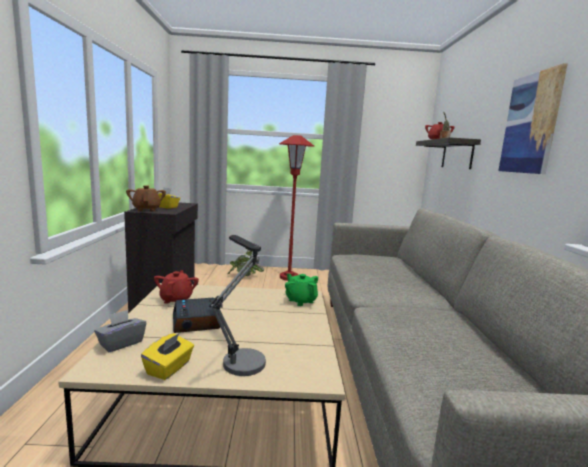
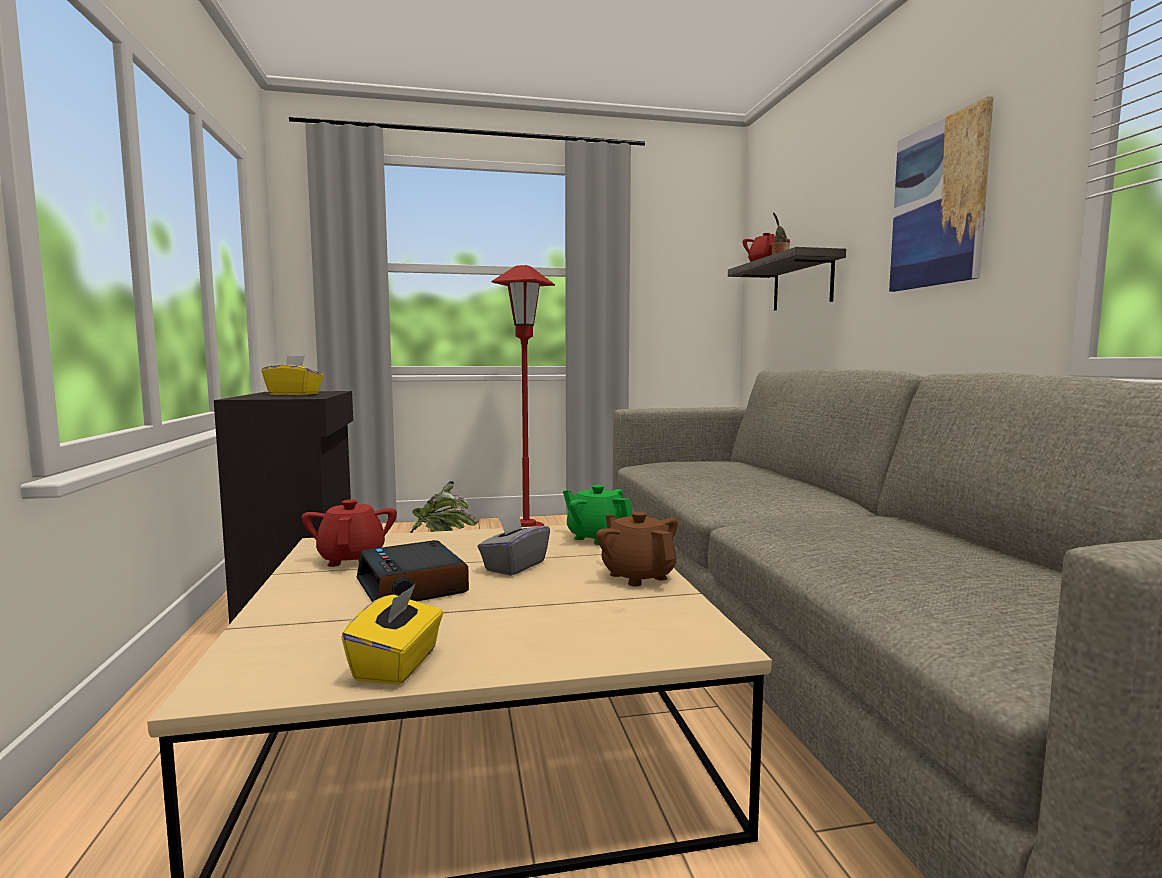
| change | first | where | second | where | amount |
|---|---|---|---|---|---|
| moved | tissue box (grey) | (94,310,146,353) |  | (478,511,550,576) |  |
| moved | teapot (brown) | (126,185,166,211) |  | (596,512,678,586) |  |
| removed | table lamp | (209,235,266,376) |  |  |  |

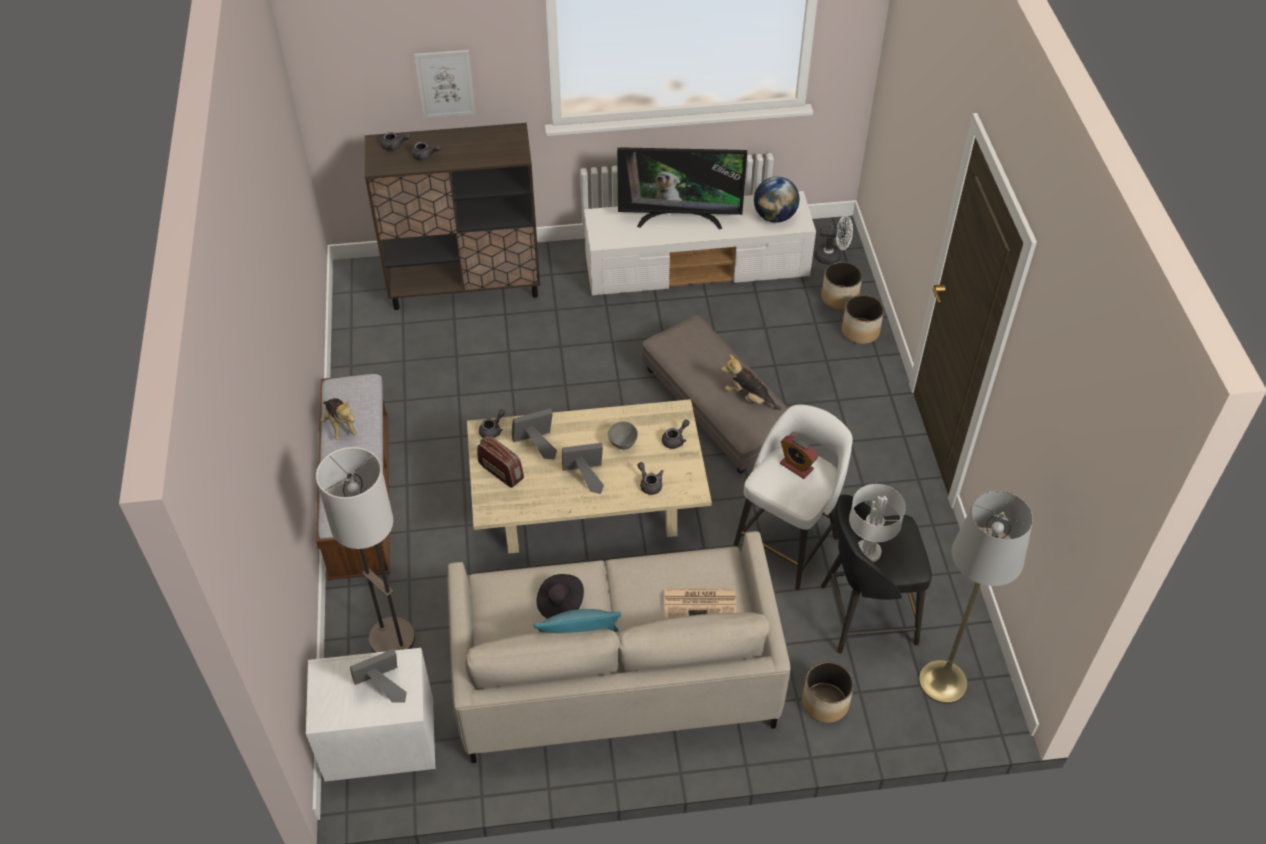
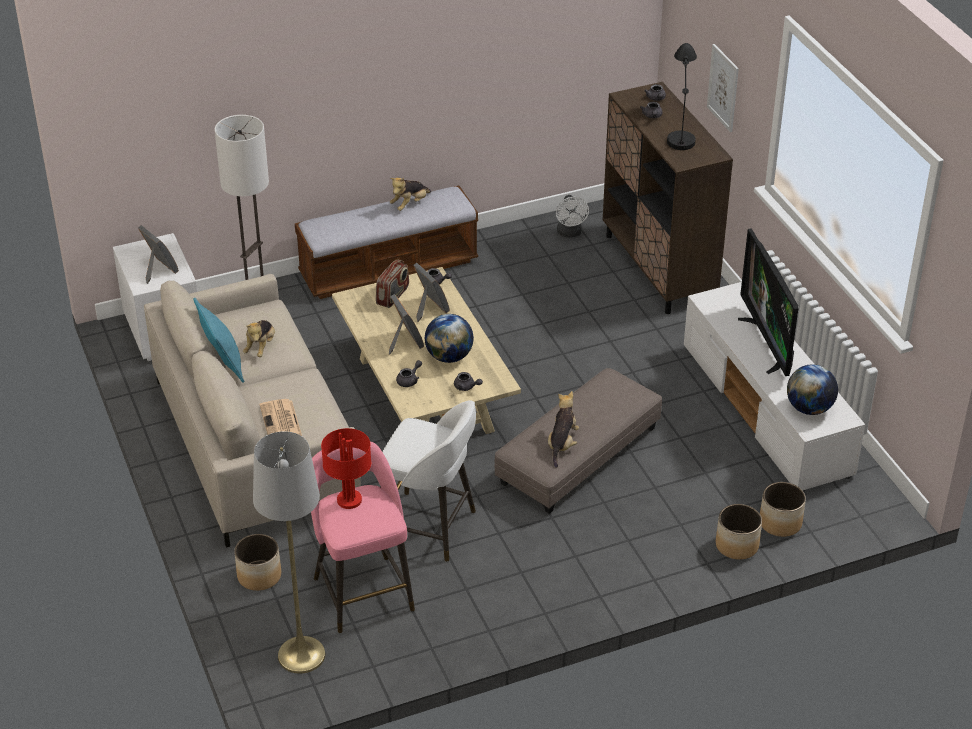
| change | first | where | second | where | amount |
|---|---|---|---|---|---|
| replaced | hat (black) | (536,574,584,619) | plush toy | (243,320,275,357) |  |
| replaced | bowl (grey) | (608,422,638,449) | globe | (424,314,474,363) |  |
| removed | alarm clock | (780,436,818,479) |  |  |  |
| moved | fan (white) | (815,215,853,265) |  | (556,195,589,238) |  |
| recoloured | stool (black) | (821,495,932,654) | stool (pink) | (311,441,415,633) |  |
| recoloured | table lamp (white) | (849,484,906,562) | table lamp (red) | (321,428,371,509) |  |
| added |  |  | table lamp (black) | (667,43,697,150) |  |

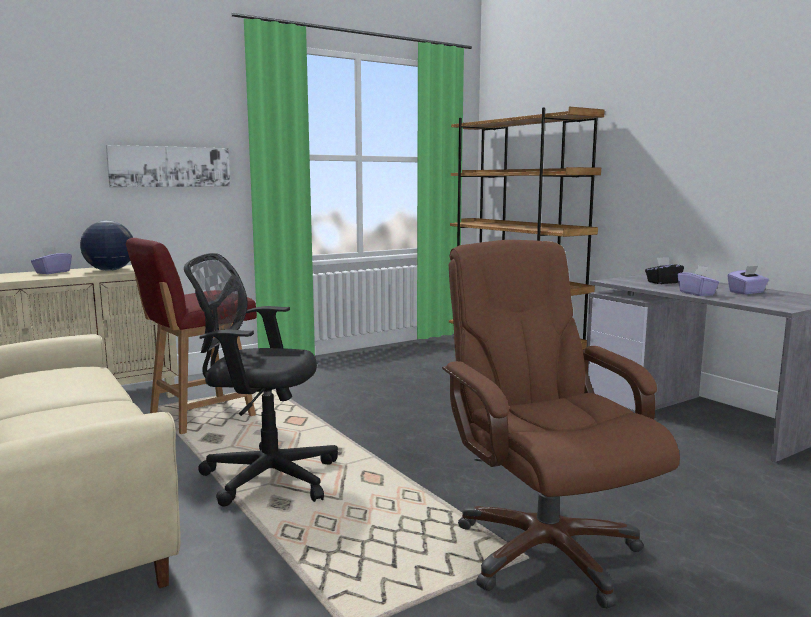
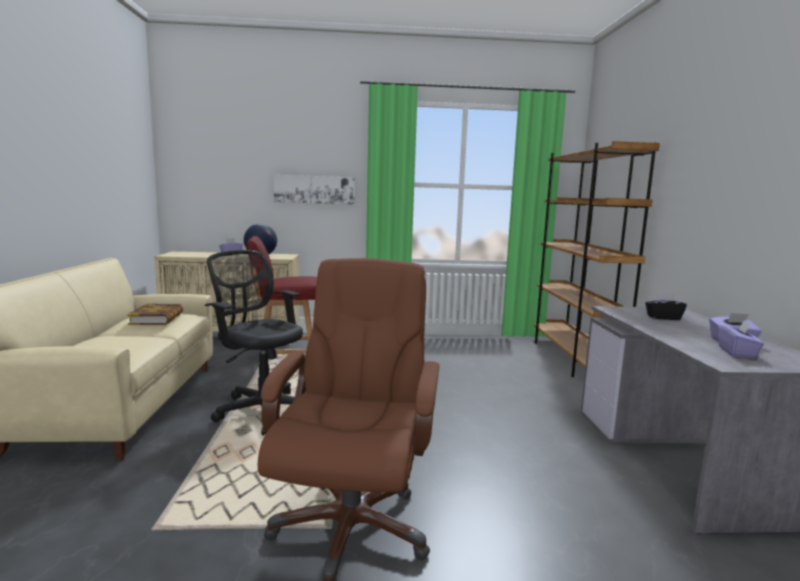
| change | first | where | second | where | amount |
|---|---|---|---|---|---|
| moved | tissue box (purple) | (678,266,719,296) |  | (718,320,764,358) |  |
| added |  |  | book | (127,304,183,325) |  |

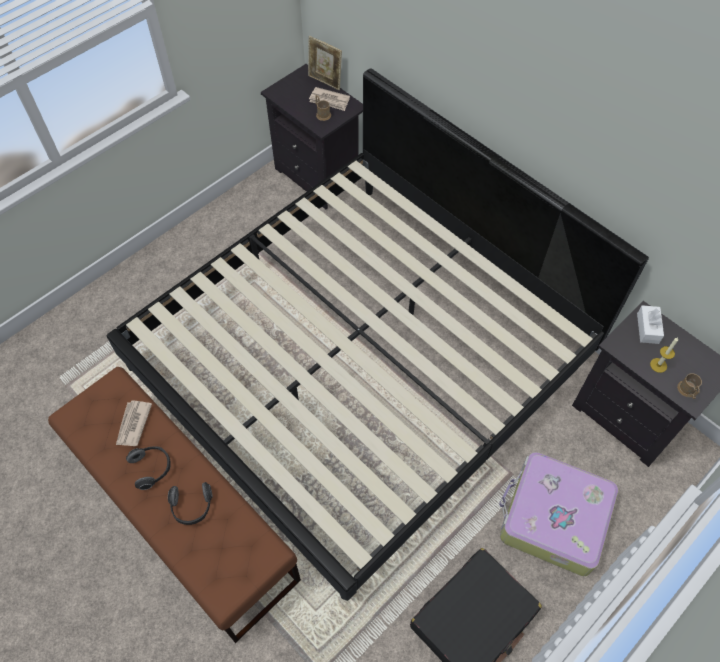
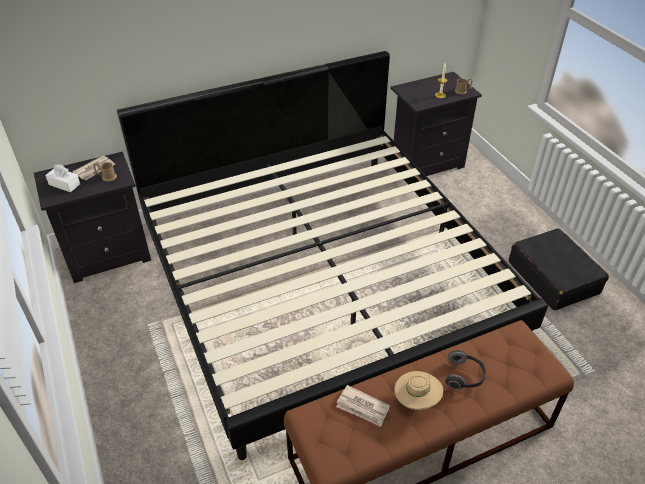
| change | first | where | second | where | amount |
|---|---|---|---|---|---|
| replaced | headphones | (126,446,171,490) | hat (beige) | (394,371,443,410) |  |
| removed | picture frame | (308,36,342,90) |  |  |  |
| removed | suitcase | (499,452,618,576) |  |  |  |
| moved | tissue box (white) | (637,305,664,344) |  | (45,164,80,192) |  |

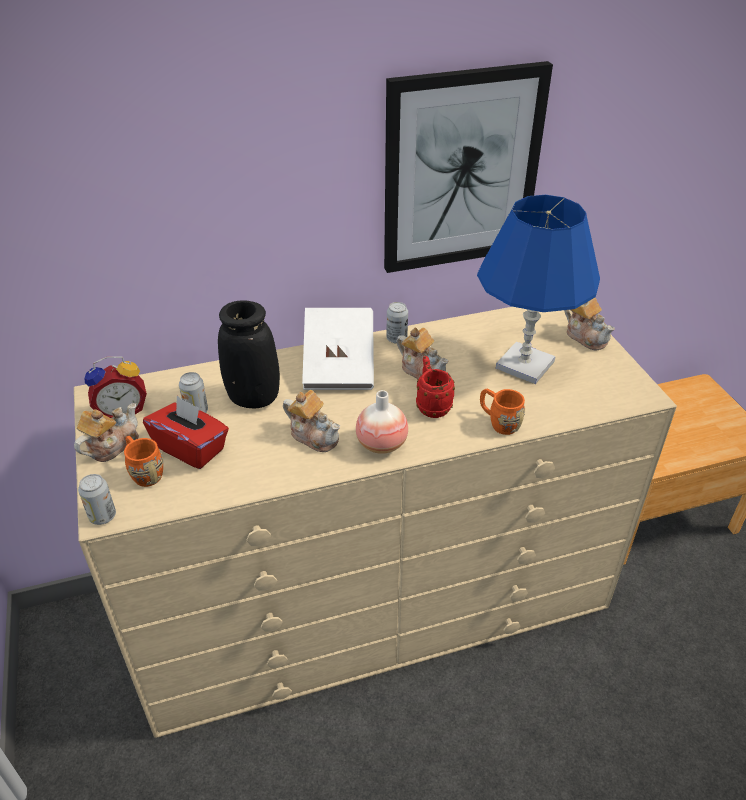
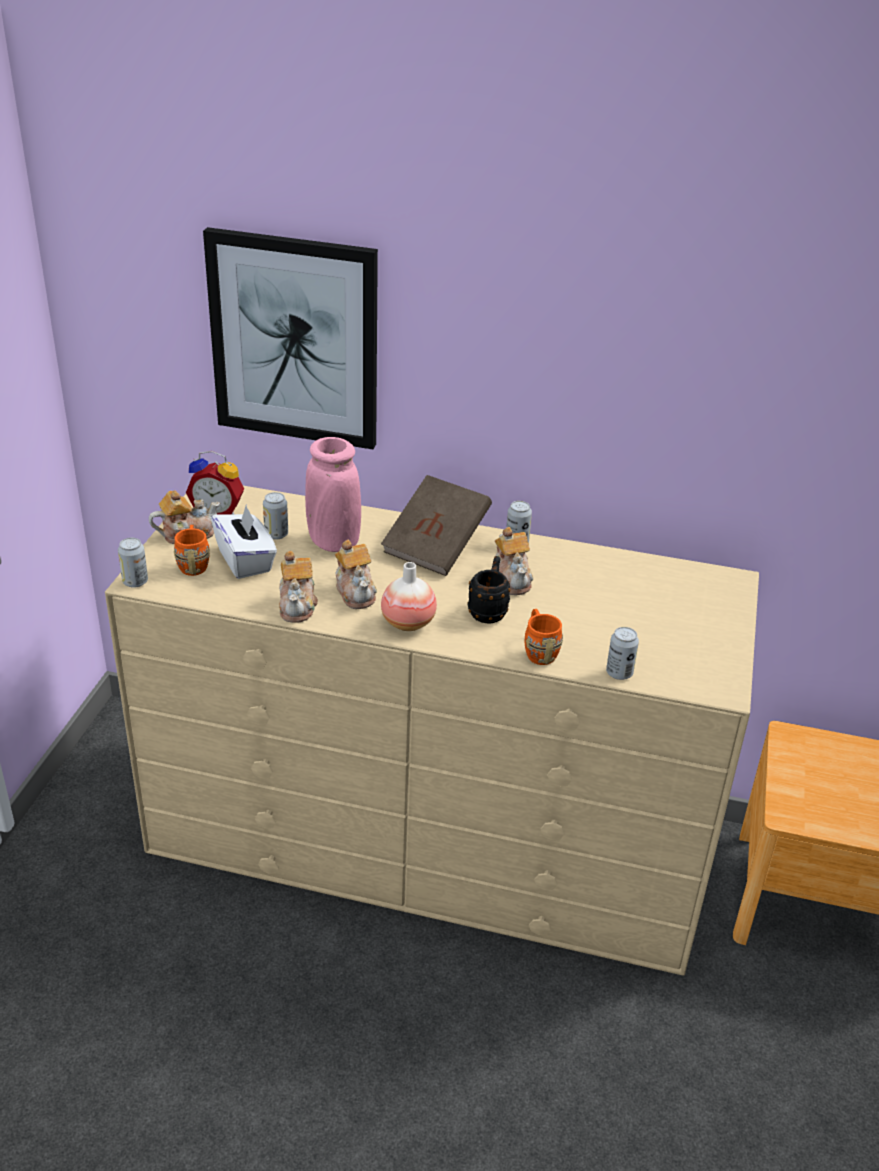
| change | first | where | second | where | amount |
|---|---|---|---|---|---|
| recoloured | tissue box (red) | (143,396,229,469) | tissue box (white) | (211,505,277,579) |  |
| recoloured | vase (black) | (218,300,280,409) | vase (pink) | (305,437,361,552) |  |
| recoloured | book (white) | (302,308,374,390) | book (brown) | (381,475,492,576) |  |
| moved | picture | (384,61,553,273) |  | (203,227,378,449) |  |
| recoloured | mug (red) | (416,356,455,418) | mug (black) | (467,556,510,624) |  |
| removed | table lamp (blue) | (477,195,600,384) |  |  |  |
| moved | teapot | (564,298,615,350) |  | (279,551,318,623) |  |
| added |  |  | can | (606,627,639,680) |  |

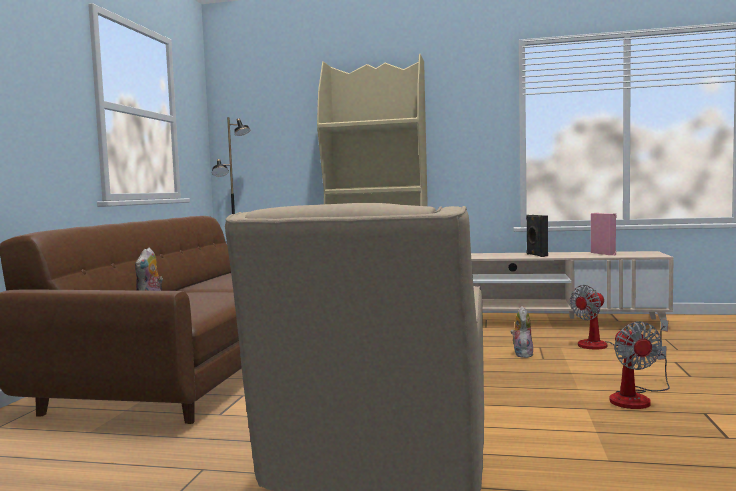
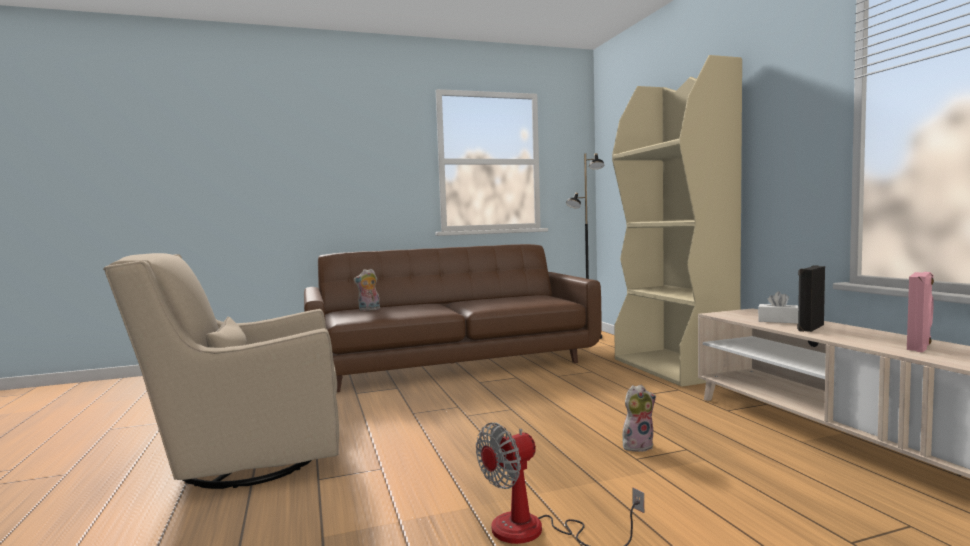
| change | first | where | second | where | amount |
|---|---|---|---|---|---|
| removed | fan | (570,285,668,350) |  |  |  |
| added |  |  | tissue box (white) | (758,291,798,324) |  |

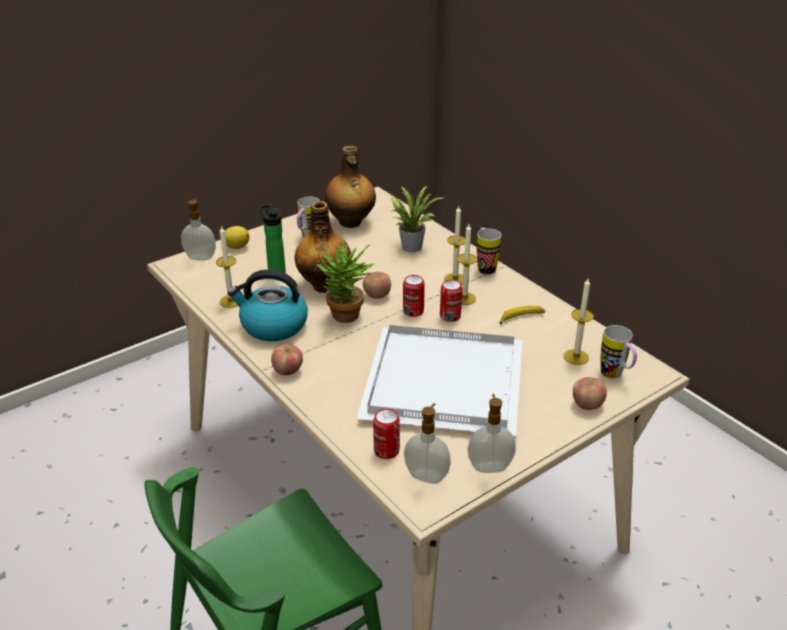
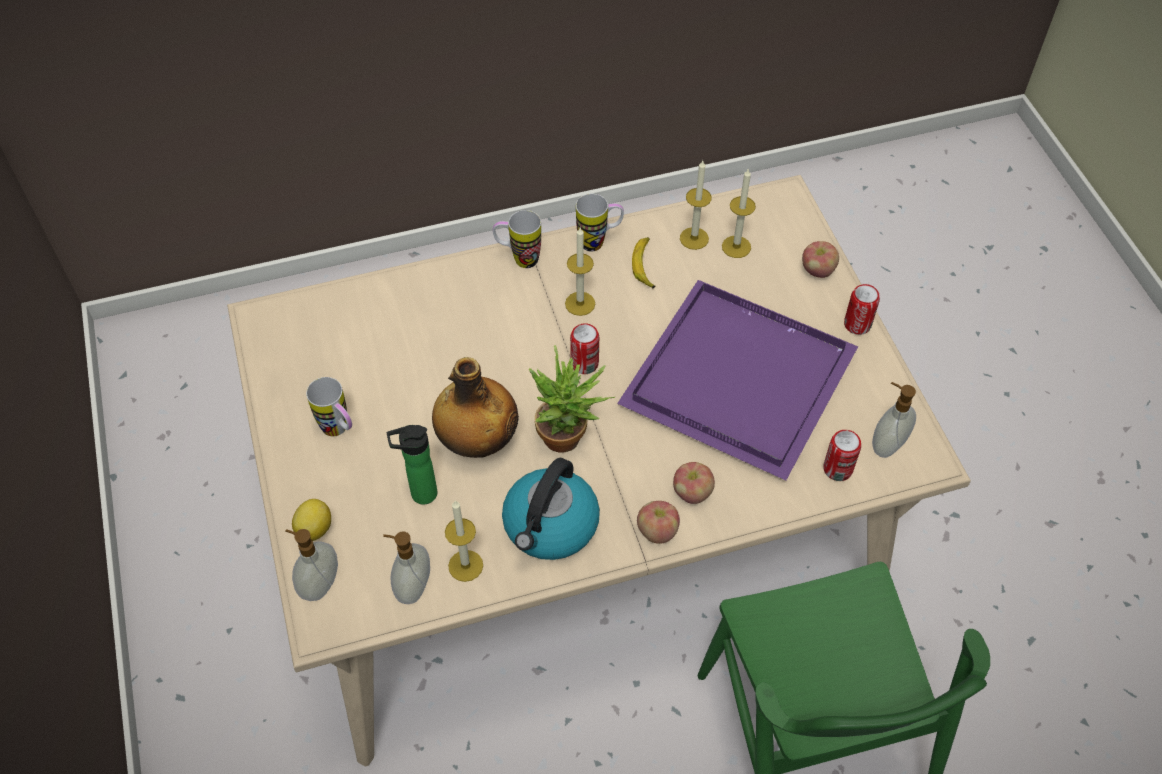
| change | first | where | second | where | amount |
|---|---|---|---|---|---|
| removed | bottle | (325,146,376,228) |  |  |  |
| recoloured | tray (white) | (356,325,522,436) | tray (purple) | (617,280,858,480) |  |
| moved | apple | (363,272,391,299) |  | (673,462,715,504) |  |
| removed | potted plant | (390,186,442,252) |  |  |  |
| moved | can | (440,280,462,322) |  | (844,284,880,335) |  |
| moved | candle | (444,206,465,285) |  | (680,161,712,250) |  |
| moved | soap dispenser | (467,394,516,473) |  | (383,531,430,604) |  |
| moved | mug | (600,325,637,378) |  | (576,194,624,252) |  |

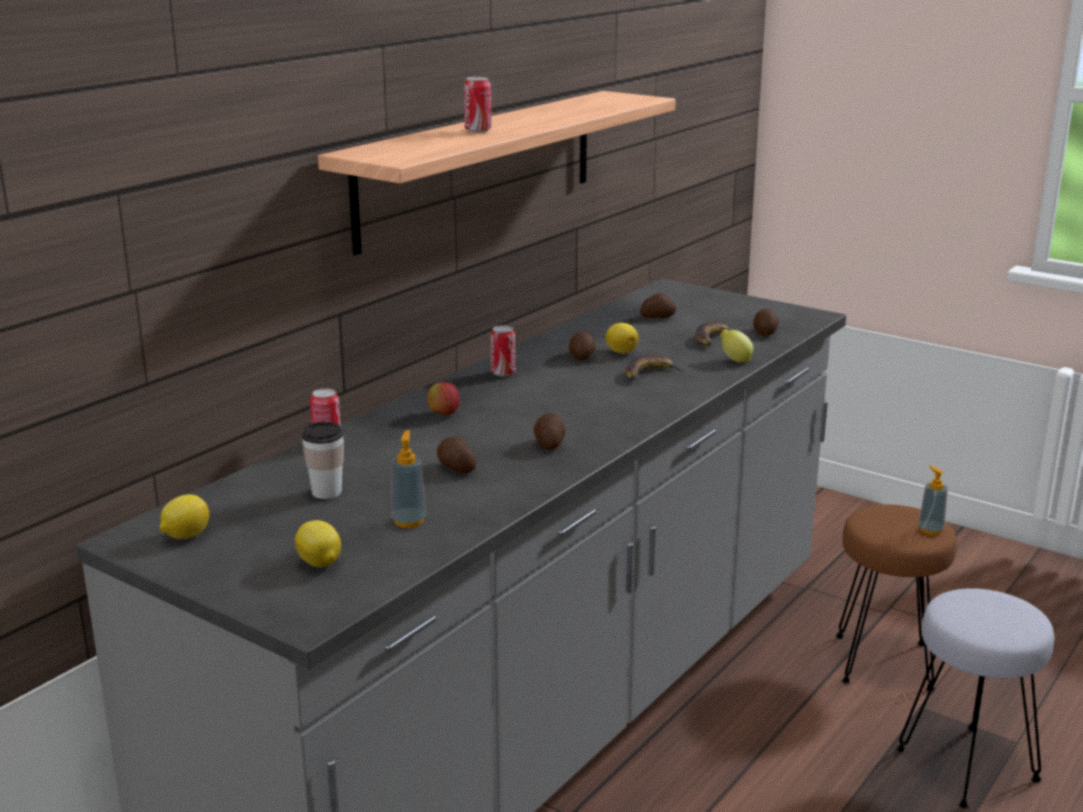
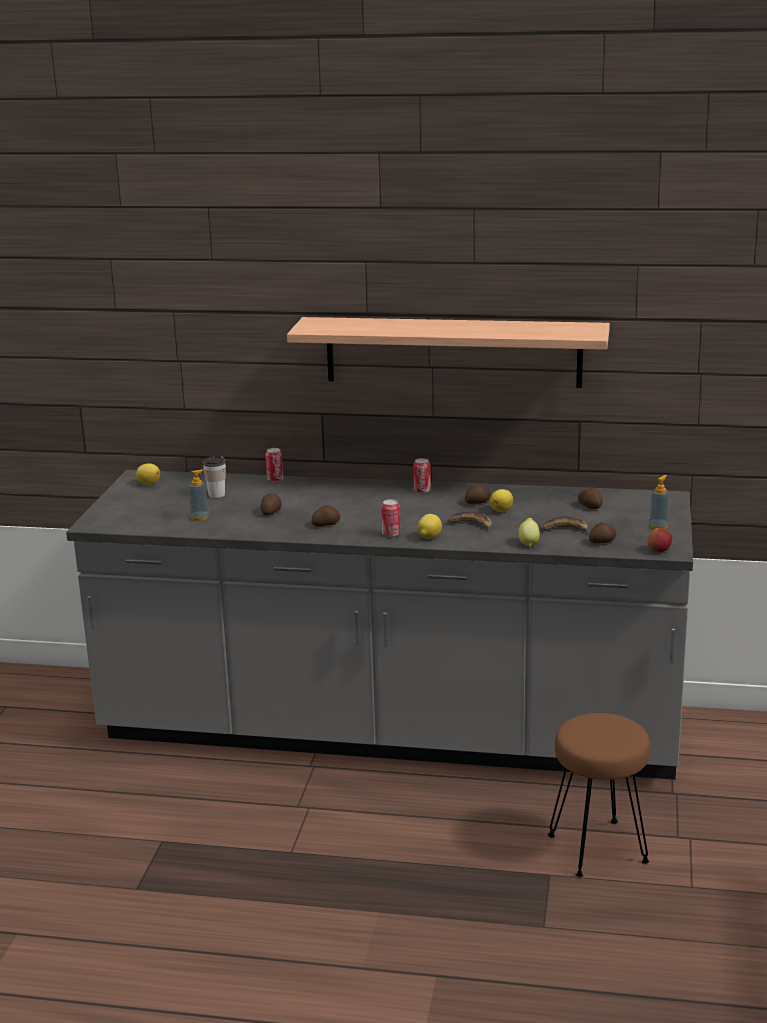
| change | first | where | second | where | amount |
|---|---|---|---|---|---|
| moved | lemon | (295,520,341,567) |  | (417,514,442,539) |  |
| moved | apple | (427,382,460,415) |  | (648,528,672,552) |  |
| moved | can | (464,77,492,133) |  | (381,499,400,537) |  |
| removed | stool (grey) | (896,588,1054,809) |  |  |  |
| moved | soap dispenser | (918,465,948,535) |  | (649,475,669,529) |  |

